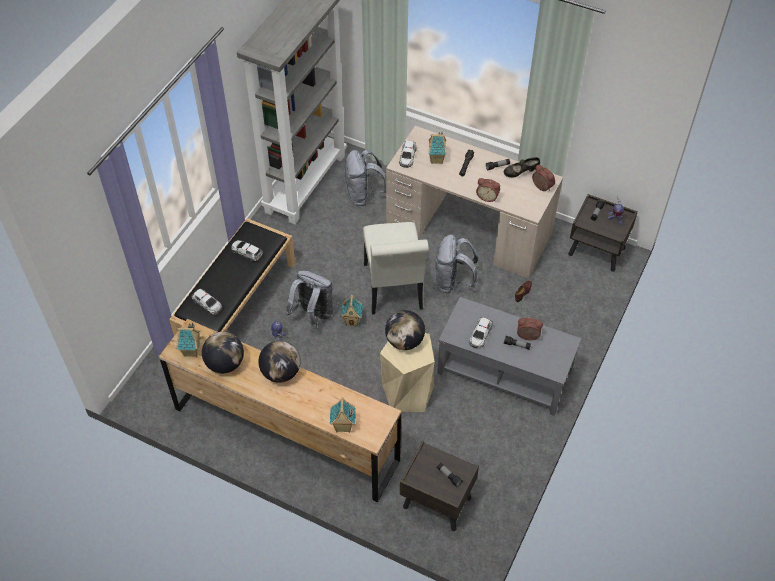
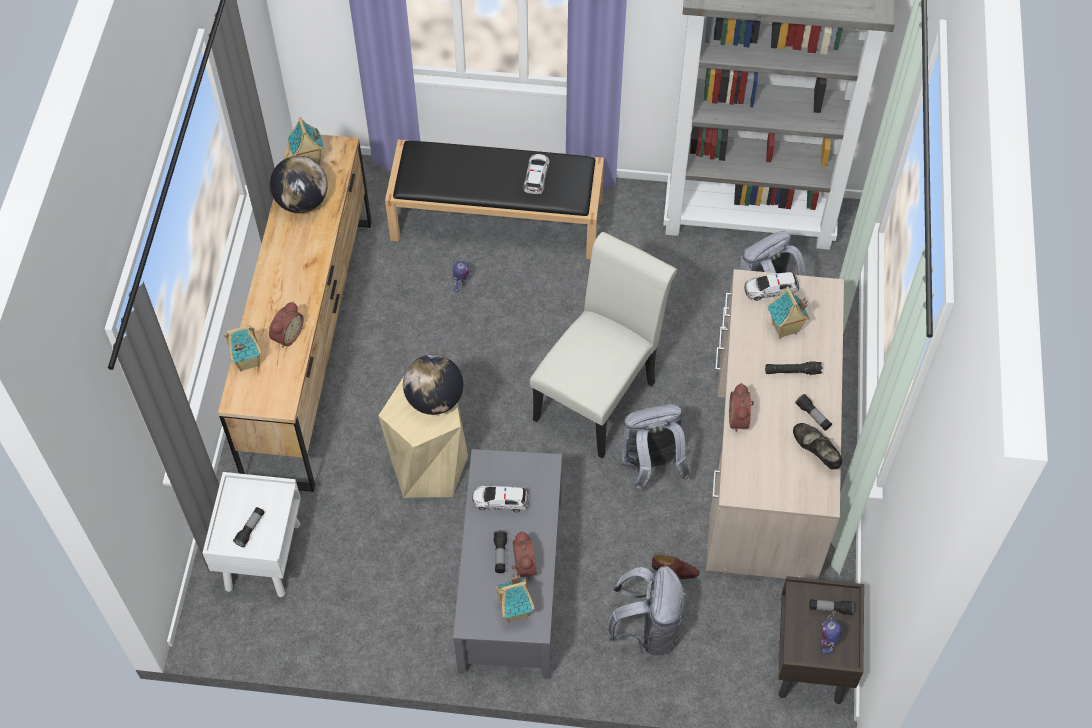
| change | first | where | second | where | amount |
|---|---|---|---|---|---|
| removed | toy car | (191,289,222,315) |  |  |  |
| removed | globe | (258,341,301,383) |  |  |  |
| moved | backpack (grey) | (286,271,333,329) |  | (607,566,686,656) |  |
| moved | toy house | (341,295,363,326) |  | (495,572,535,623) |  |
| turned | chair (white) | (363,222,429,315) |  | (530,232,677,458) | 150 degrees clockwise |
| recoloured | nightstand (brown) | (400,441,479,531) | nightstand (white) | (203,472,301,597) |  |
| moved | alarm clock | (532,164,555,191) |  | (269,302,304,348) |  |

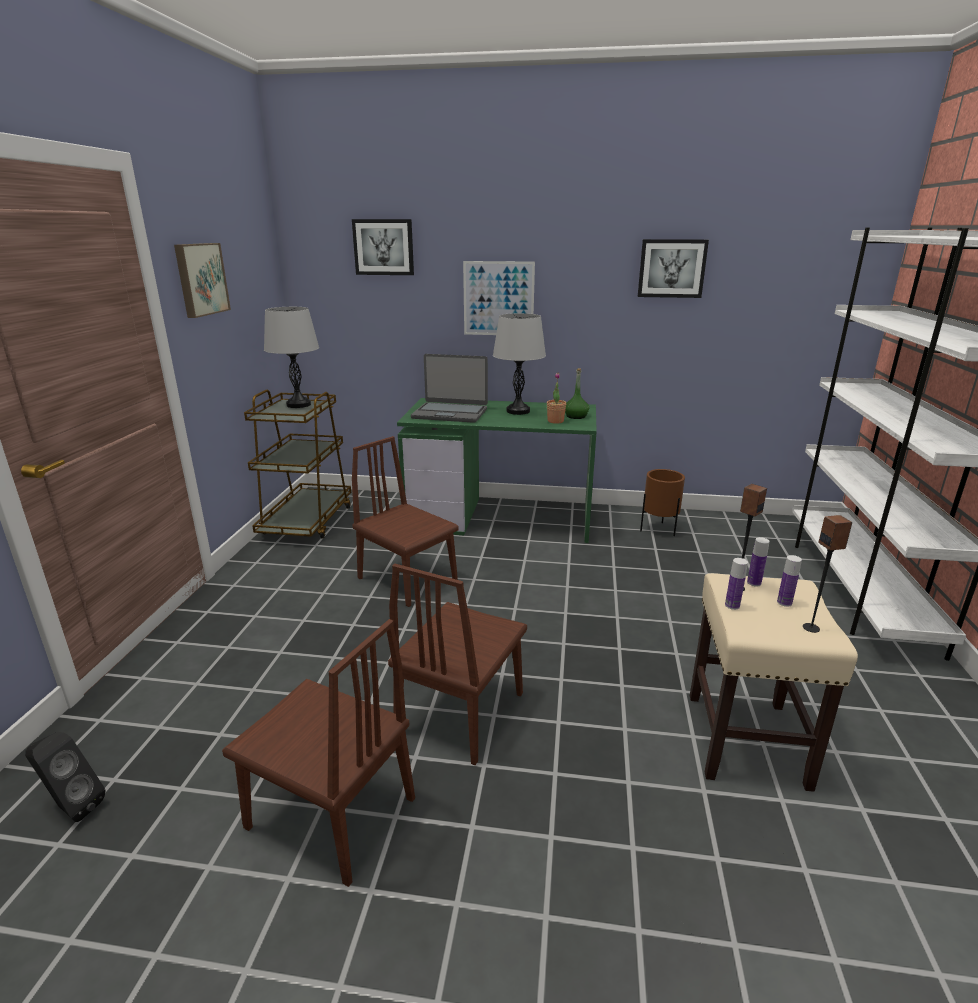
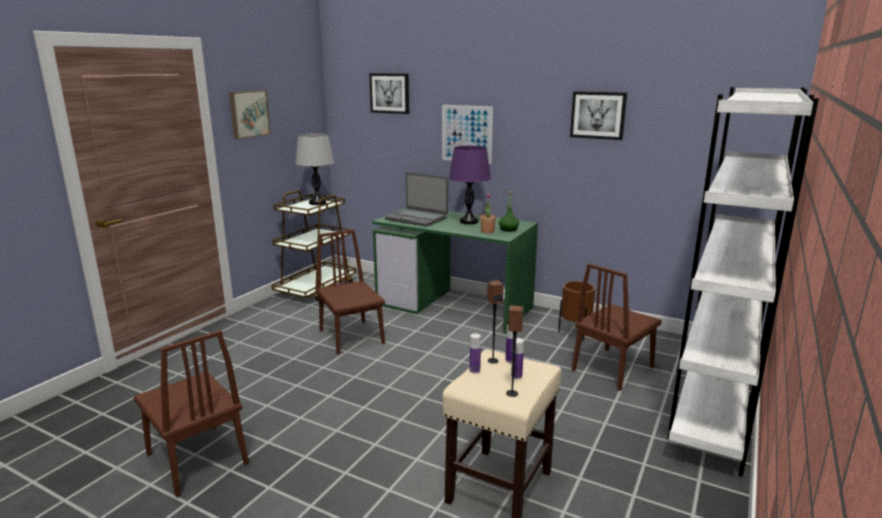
| change | first | where | second | where | amount |
|---|---|---|---|---|---|
| removed | speaker (black) | (25,732,105,822) |  |  |  |
| moved | chair (brown) | (388,563,527,765) |  | (572,263,662,391) |  |
| recoloured | table lamp (grey) | (493,313,546,415) | table lamp (purple) | (449,146,491,224) |  |

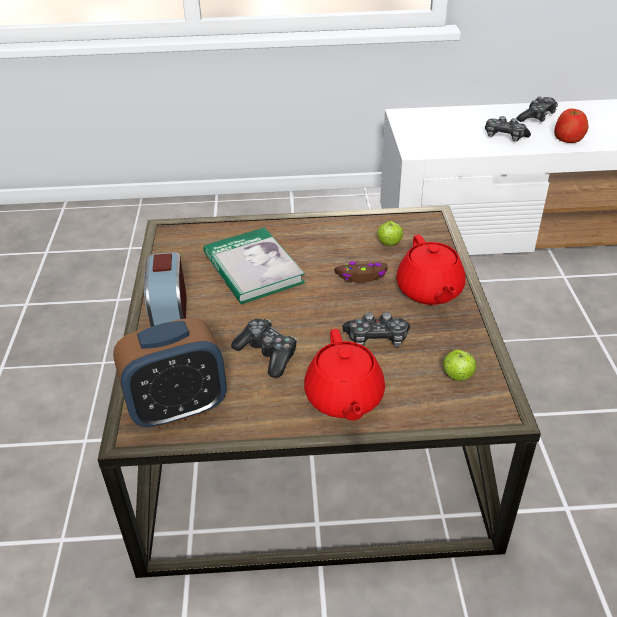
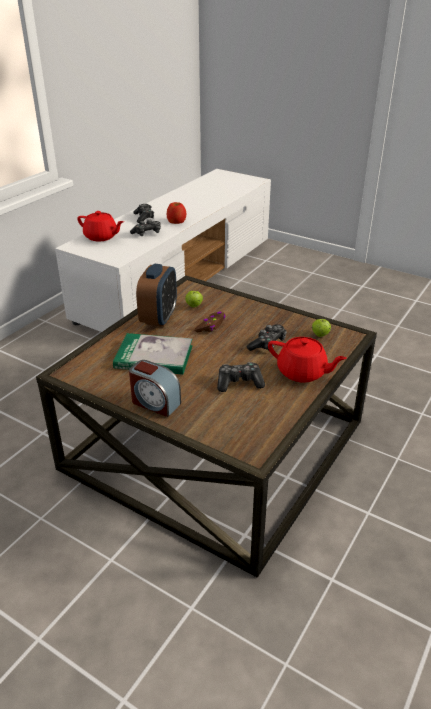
| change | first | where | second | where | amount |
|---|---|---|---|---|---|
| moved | alarm clock | (113,317,227,429) |  | (136,264,177,327) |  |
| moved | teapot (red) | (396,235,466,305) |  | (77,211,124,241) |  |

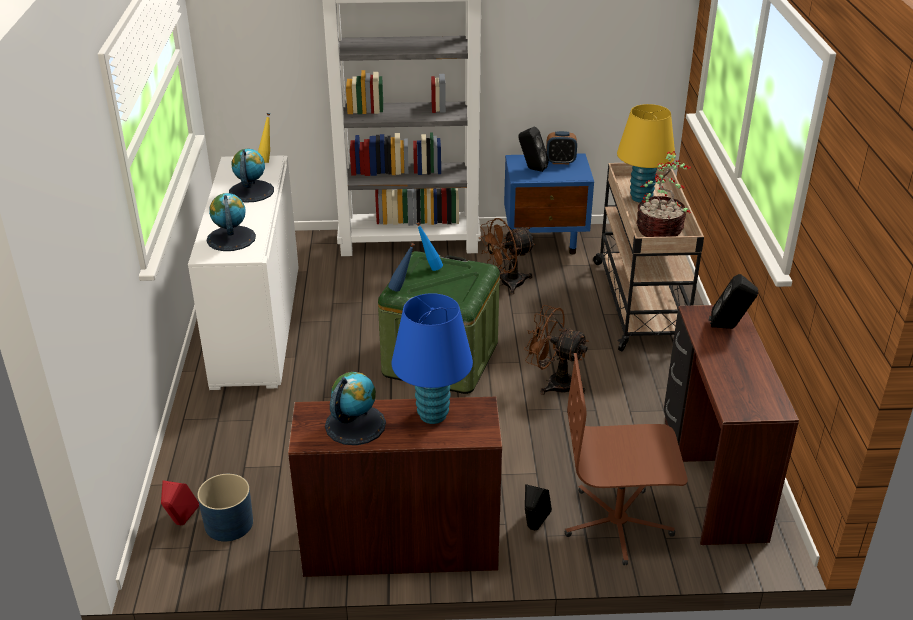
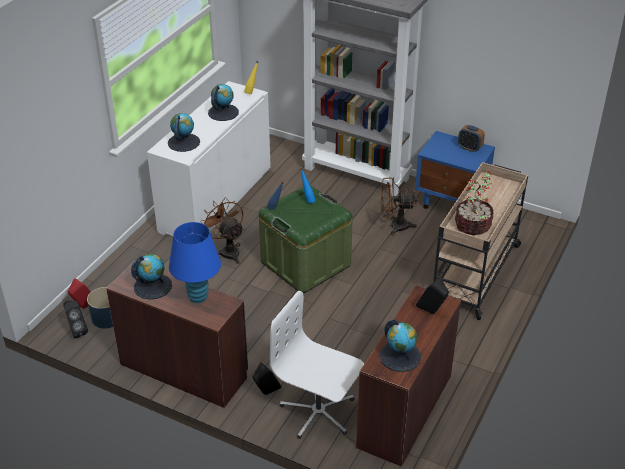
| change | first | where | second | where | amount |
|---|---|---|---|---|---|
| moved | speaker (black) | (518,127,549,172) |  | (63,301,88,338) |  |
| moved | fan (brown) | (524,305,589,395) |  | (200,197,244,264) |  |
| recoloured | office chair (brown) | (565,353,688,565) | office chair (white) | (270,291,364,439) |  |
| removed | table lamp (yellow) | (617,104,675,203) |  |  |  |
| added |  |  | globe | (380,319,421,372) |  |

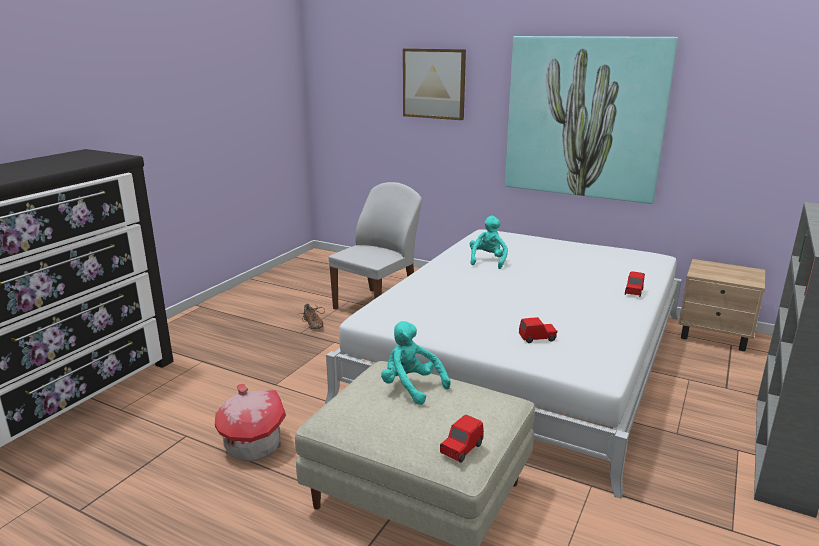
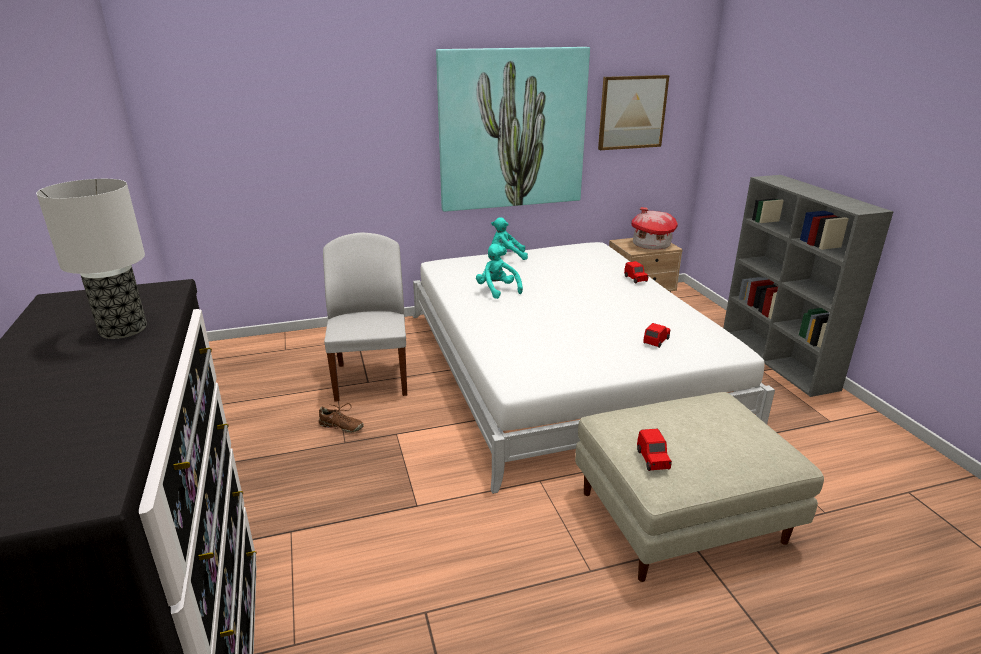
| change | first | where | second | where | amount |
|---|---|---|---|---|---|
| moved | toy house | (215,384,286,461) |  | (631,207,678,250) |  |
| moved | plush toy (turquoise) | (381,321,451,405) |  | (491,217,528,260) |  |
| moved | picture | (403,48,466,120) |  | (598,75,669,150) |  |
| moved | toy car (red) | (440,415,484,463) |  | (637,429,672,471) |  |
| added |  |  | table lamp | (36,179,147,339) |  |

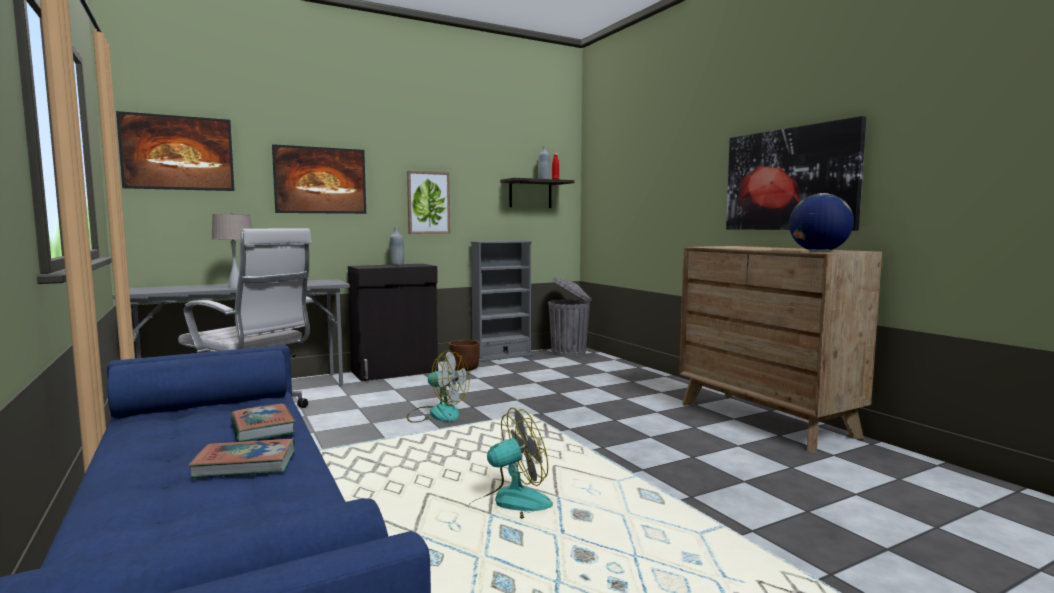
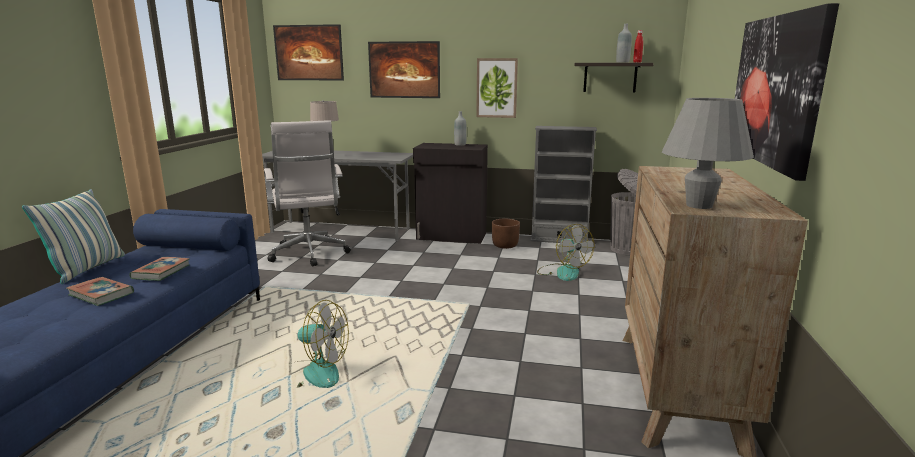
| change | first | where | second | where | amount |
|---|---|---|---|---|---|
| moved | fan | (407,350,470,423) |  | (537,224,594,281) |  |
| replaced | globe | (789,193,854,252) | table lamp (grey) | (662,98,754,209) |  |
| added |  |  | pillow | (22,189,125,284) |  |

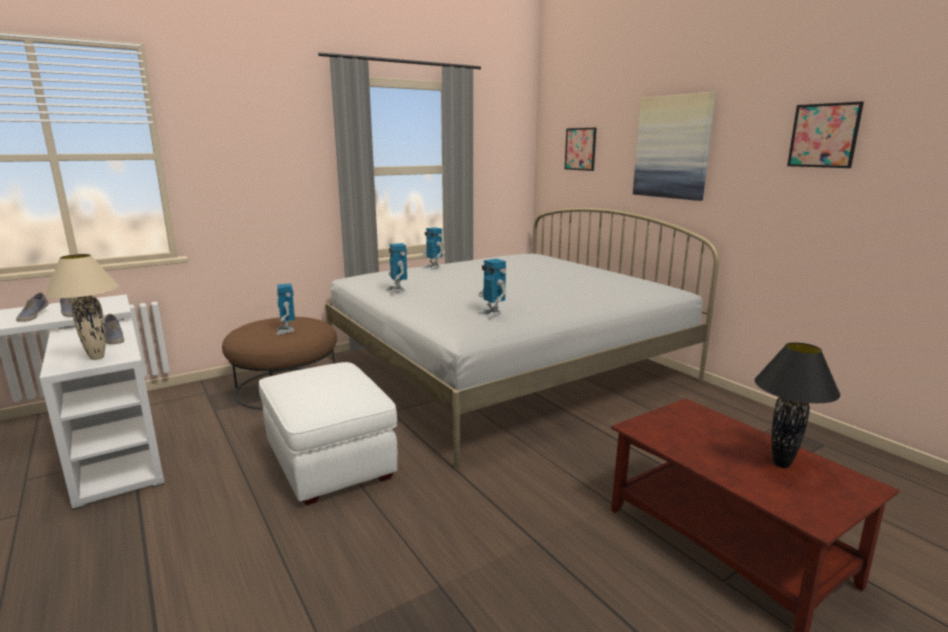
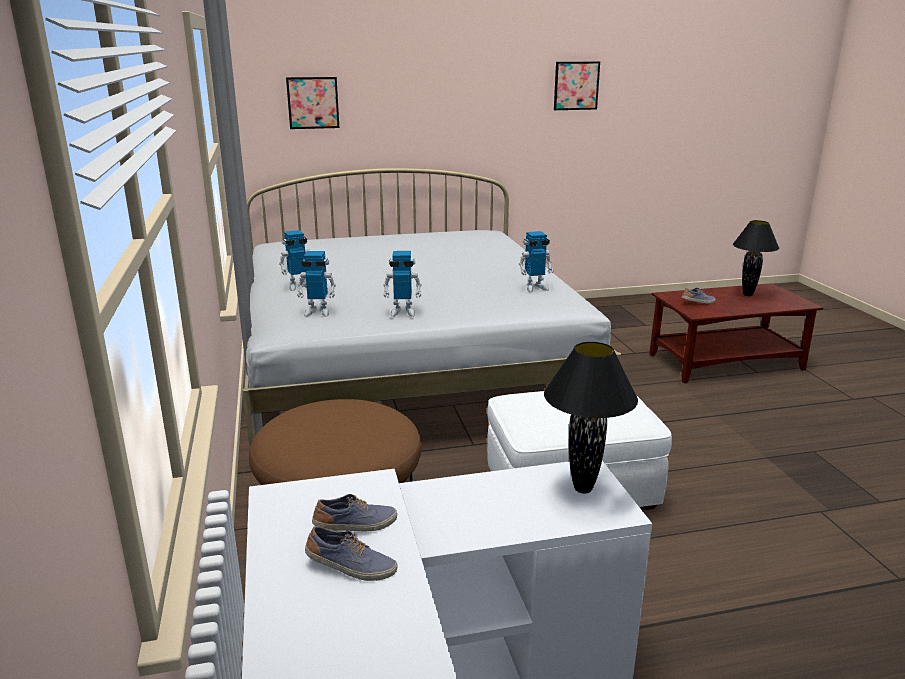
| change | first | where | second | where | amount |
|---|---|---|---|---|---|
| recoloured | table lamp (beige) | (44,254,119,360) | table lamp (black) | (544,342,638,494) |  |
| moved | shoe | (104,314,124,344) |  | (682,288,716,304) |  |
| moved | toy robot | (276,283,295,335) |  | (297,251,336,317) |  |
| removed | picture | (633,92,716,201) |  |  |  |

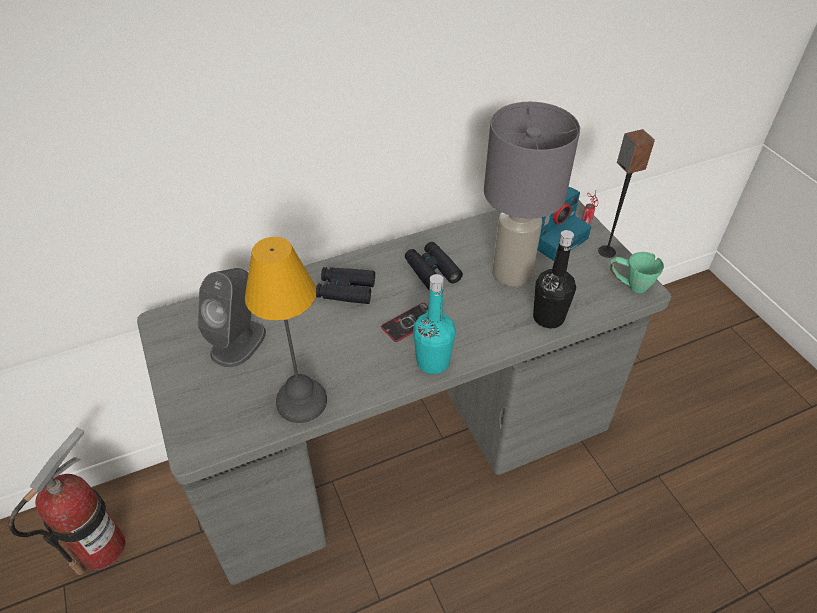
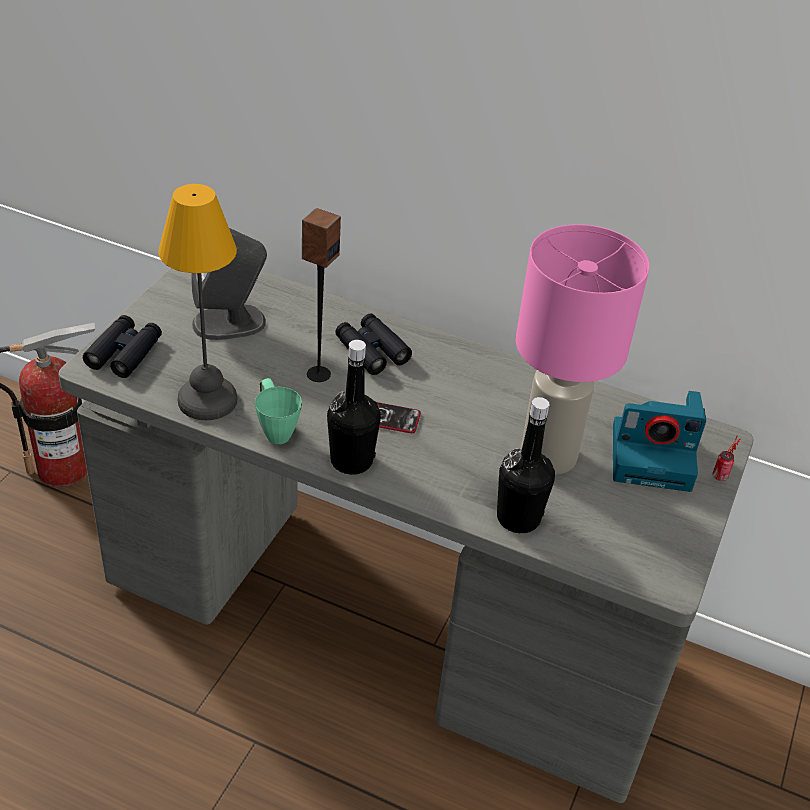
| change | first | where | second | where | amount |
|---|---|---|---|---|---|
| moved | binoculars (black) | (405,242,463,290) |  | (83,315,162,378) |  |
| recoloured | bottle (turquoise) | (413,274,456,374) | bottle (black) | (327,340,381,475) |  |
| recoloured | table lamp (grey) | (484,102,580,287) | table lamp (pink) | (516,224,650,475) |  |
| moved | speaker | (598,129,655,258) |  | (302,208,341,382) |  |
| moved | mug (green) | (610,252,664,293) |  | (255,378,302,444) |  |

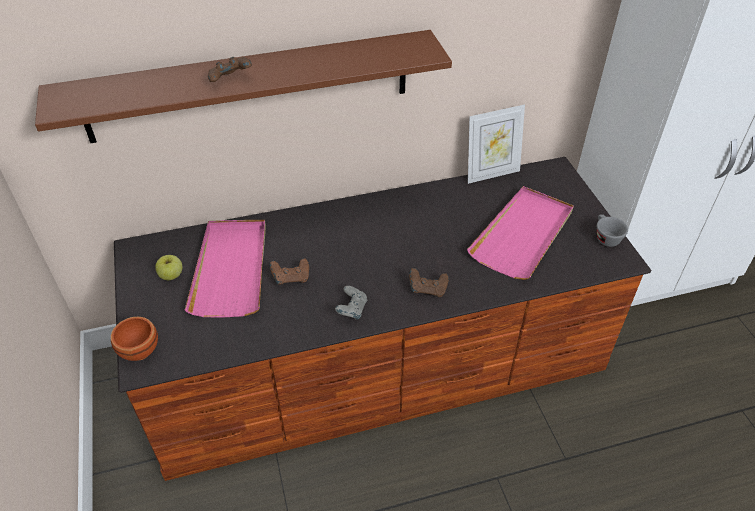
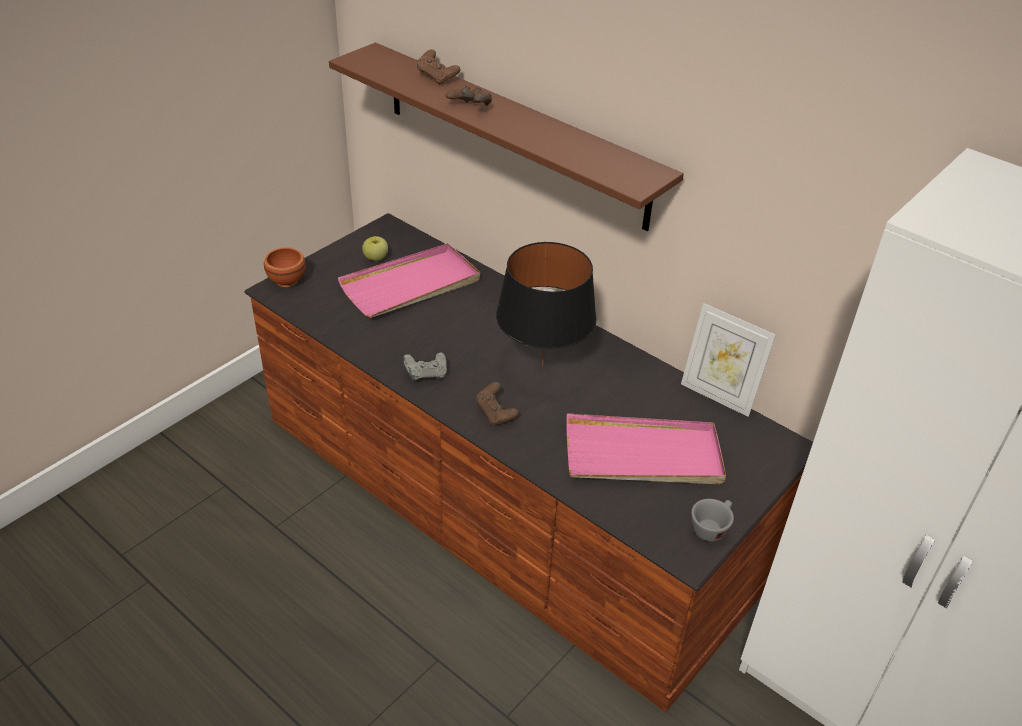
| change | first | where | second | where | amount |
|---|---|---|---|---|---|
| moved | game controller (brown) | (270,258,309,285) |  | (417,49,461,84) |  |
| added |  |  | table lamp (black) | (496,242,597,367) |  |

